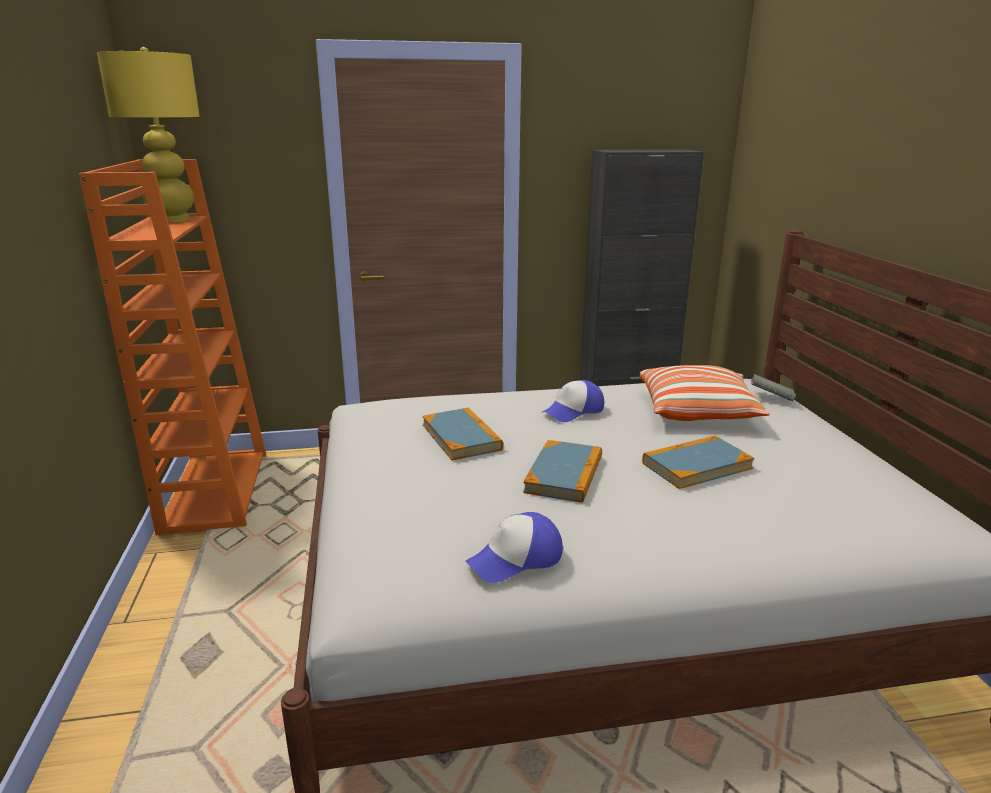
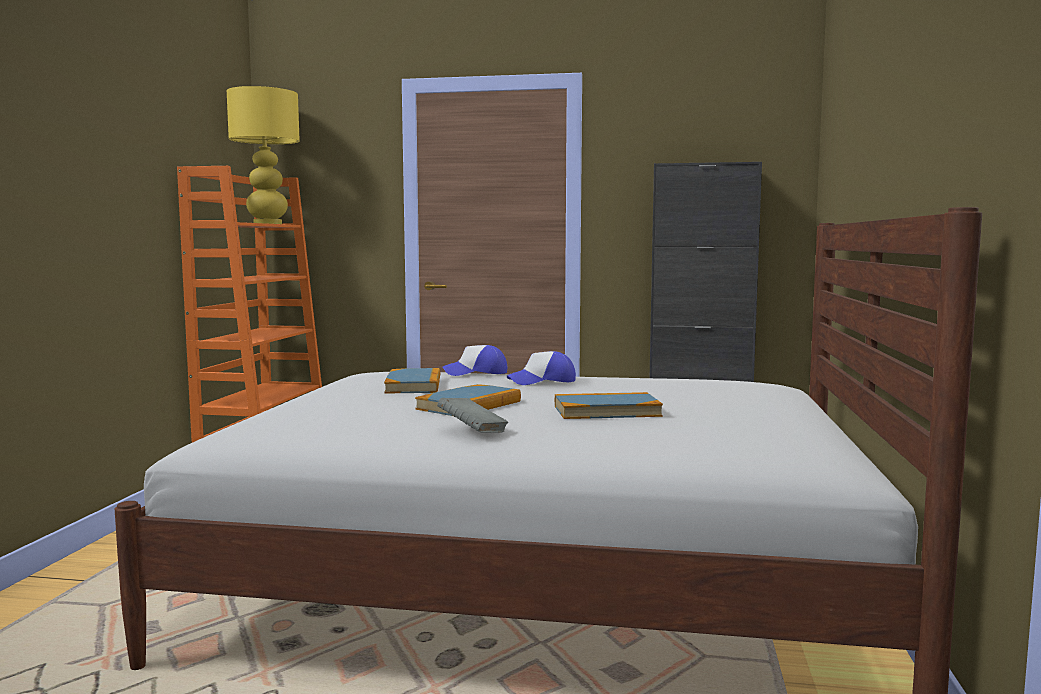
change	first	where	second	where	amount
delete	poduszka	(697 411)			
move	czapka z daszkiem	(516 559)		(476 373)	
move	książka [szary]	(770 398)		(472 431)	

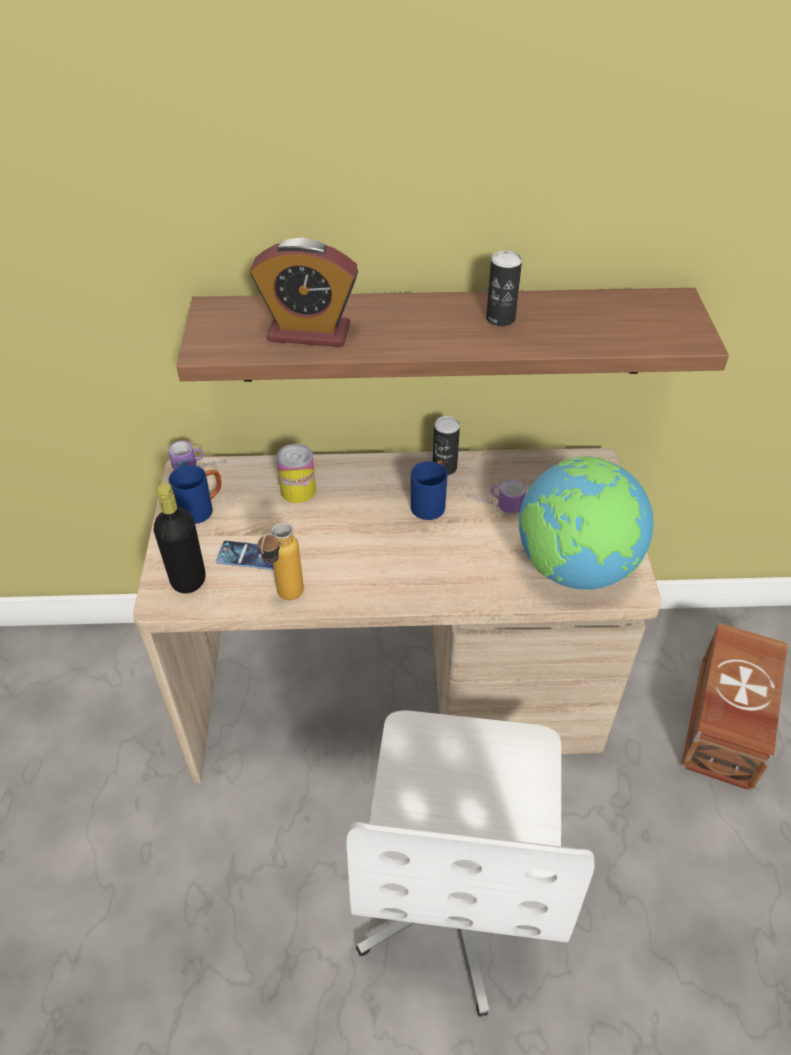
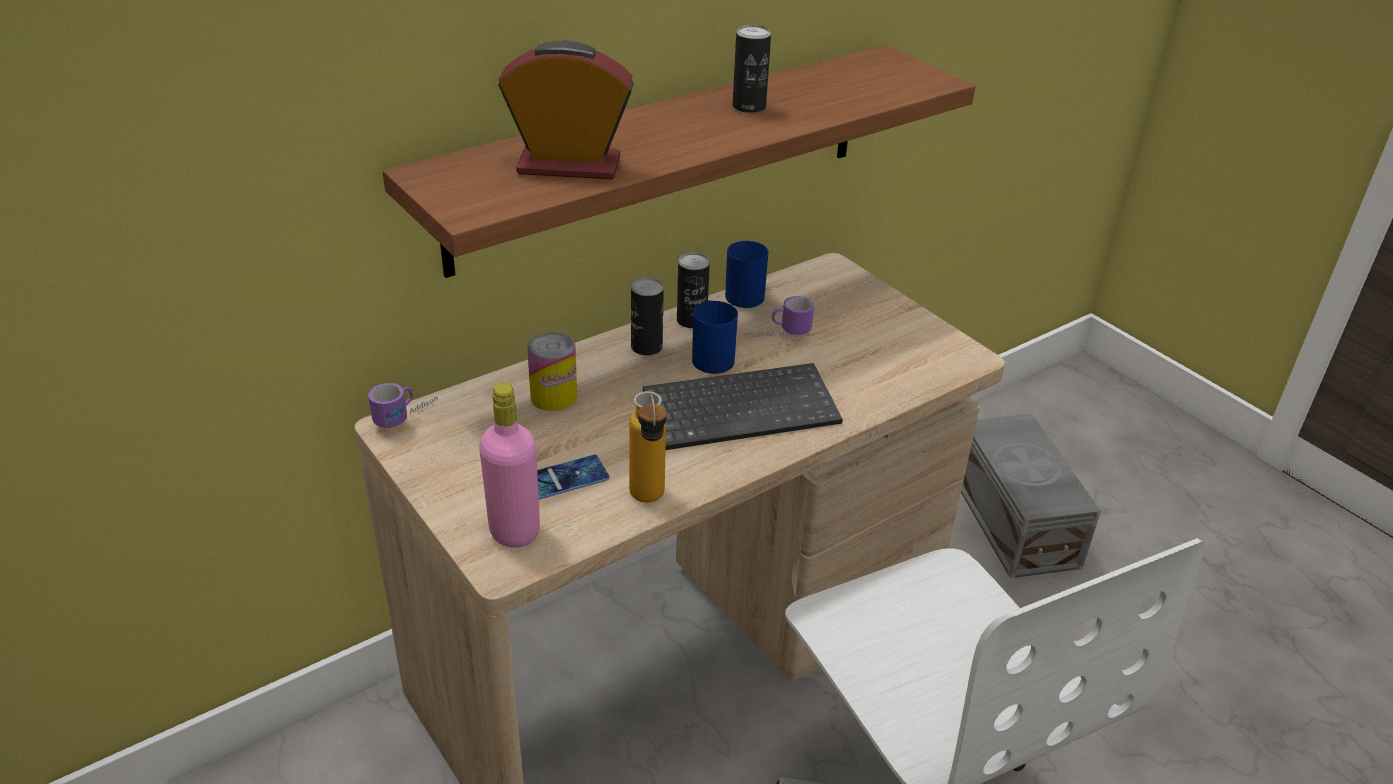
change	first	where	second	where	amount
delete	globus	(574 568)			
insert			puszka	(646 347)	
insert			klawiatura	(742 408)	
move	kubek [niebieski]	(202 509)		(747 294)	
recolor	butelka [czarny]	(188 580)	butelka [różowy]	(514 531)	
recolor	pojemnik do przechowywania [brązowy]	(723 723)	pojemnik do przechowywania [szary]	(1012 522)	
rotate	budzik	(309 332)		(569 166)	150 degrees counterclockwise

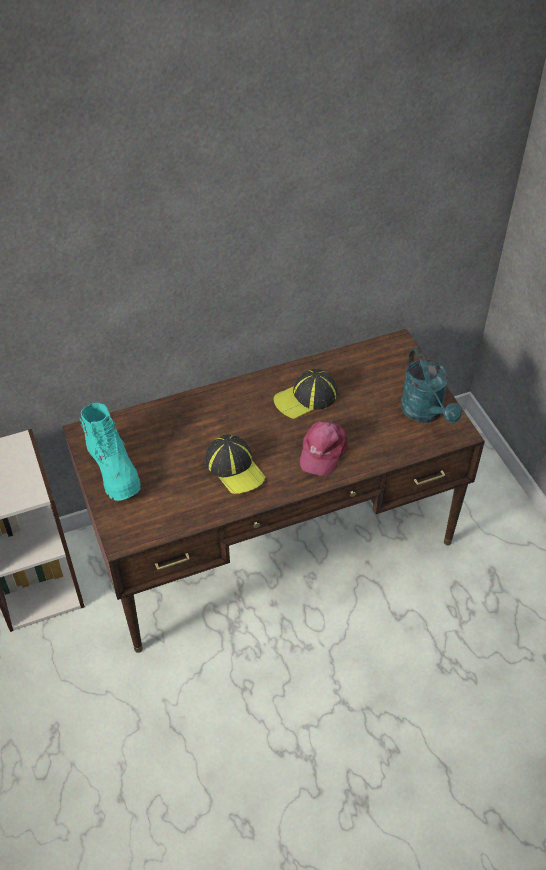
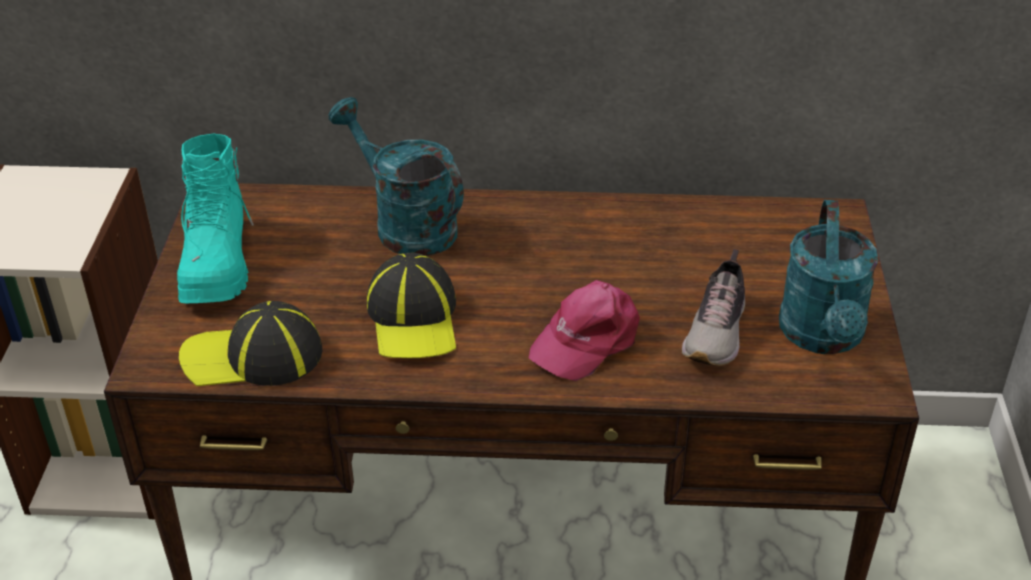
change	first	where	second	where	amount
insert			konewka [turkusowy]	(405 224)	
insert			but	(717 332)	
move	czapka z daszkiem	(306 398)		(253 357)	

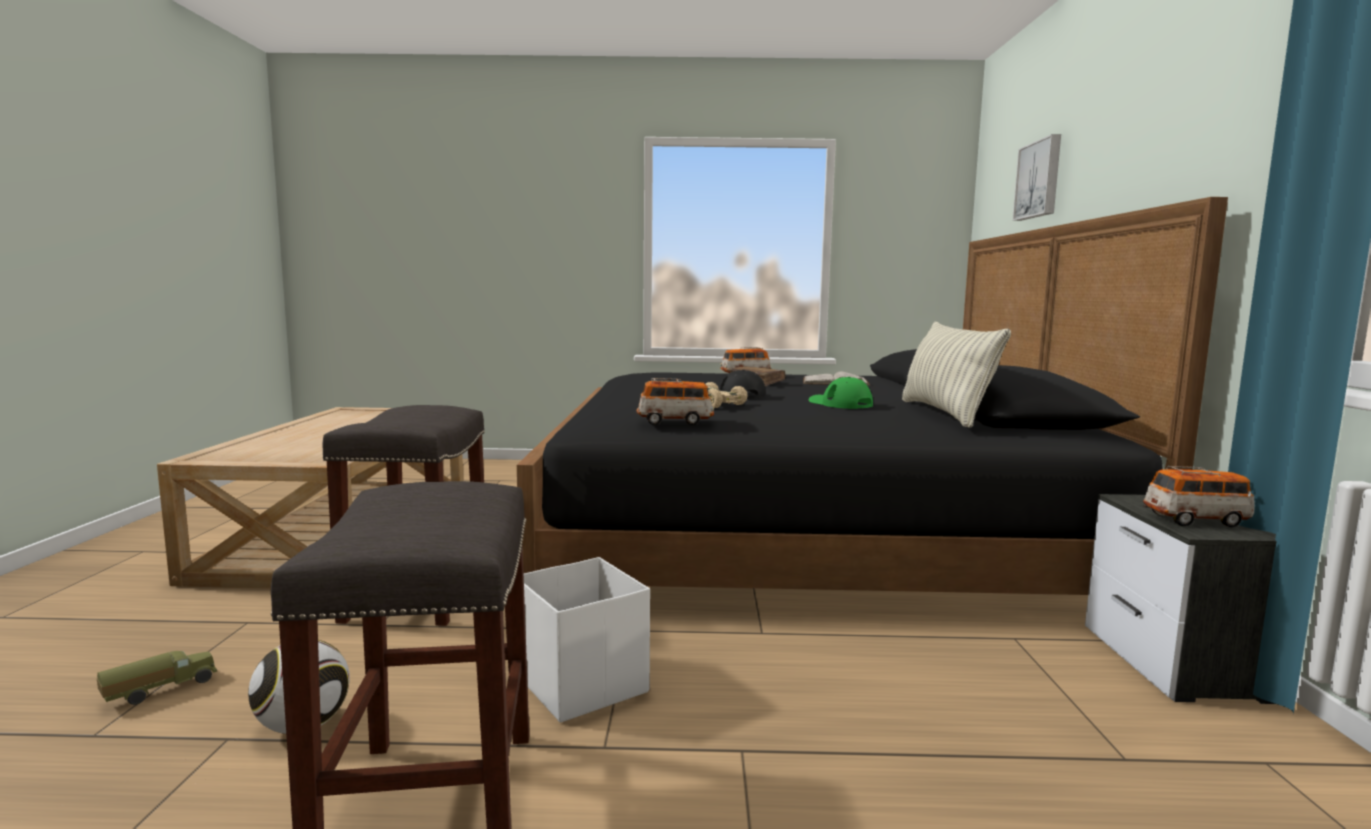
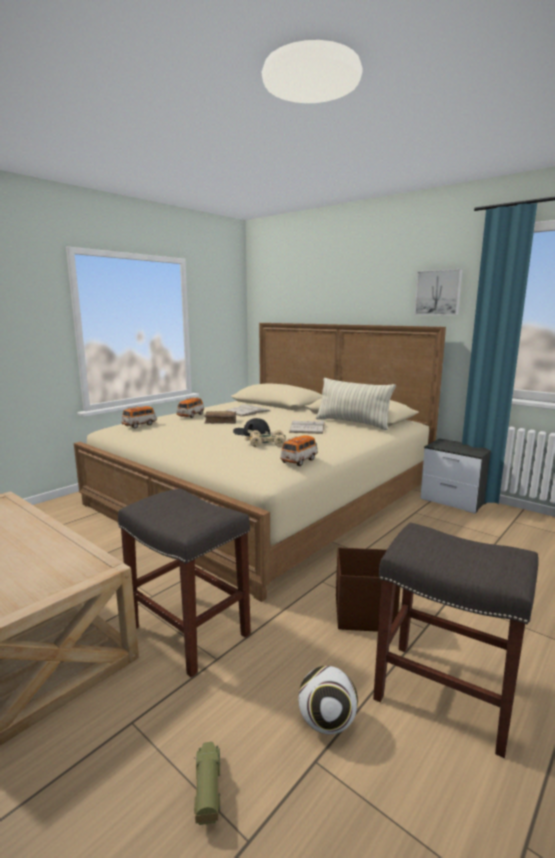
change	first	where	second	where	amount
move	obraz	(1040 179)		(438 293)	
move	samochodzik	(1197 520)		(139 425)	
replace	czapka z daszkiem [zielony]	(840 404)	książka [biały]	(307 427)	
recolor	łóżko [czarny]	(803 526)	łóżko [beżowy]	(264 495)	
recolor	pojemnik do przechowywania [biały]	(581 683)	pojemnik do przechowywania [brązowy]	(363 613)	

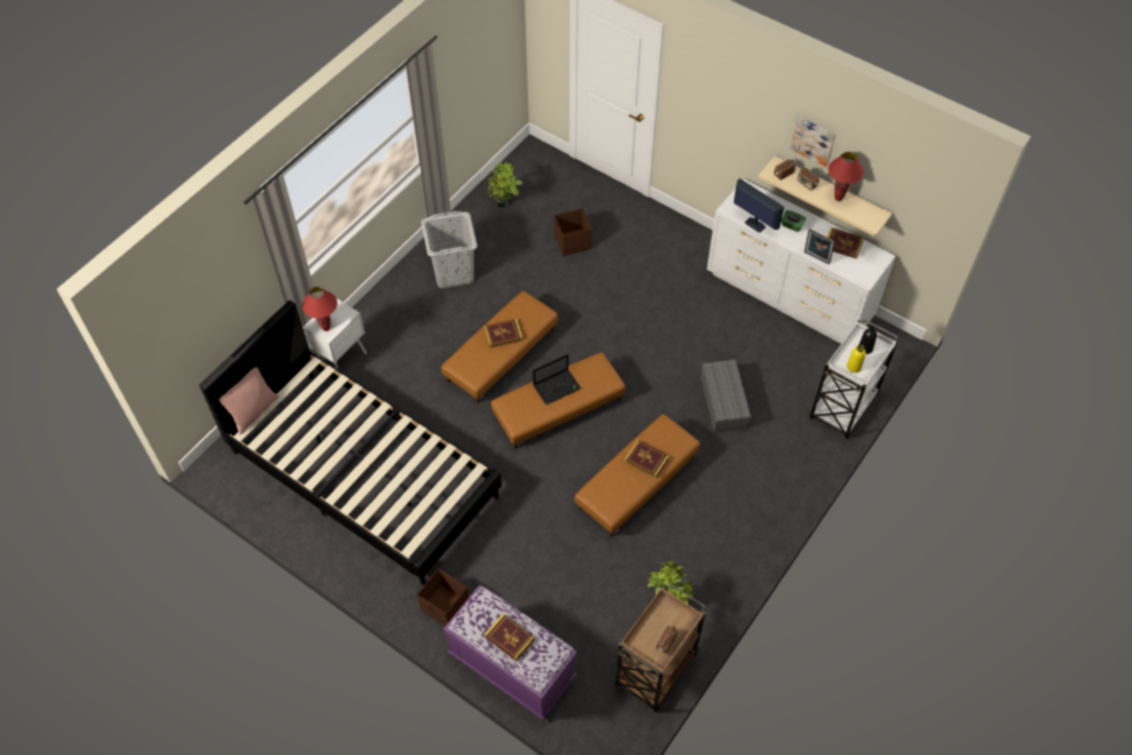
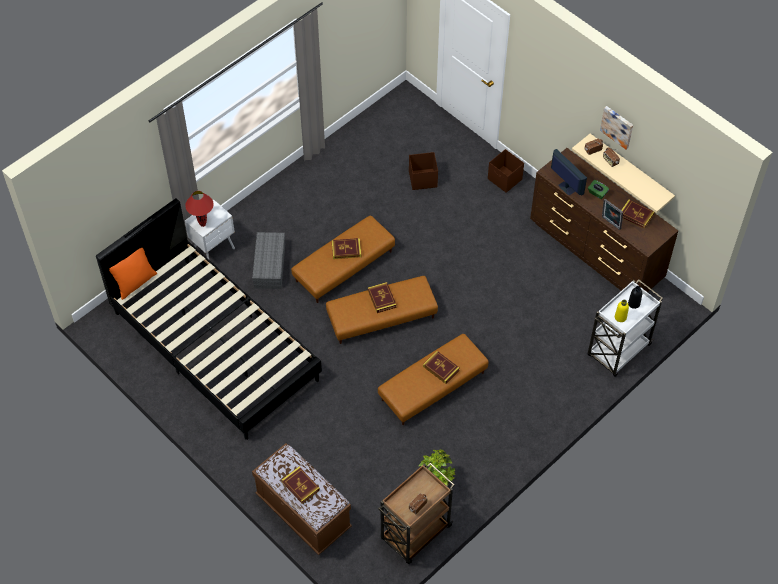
change	first	where	second	where	amount
delete	kosz na pranie [szary]	(453 272)			
delete	roślina doniczkowa	(504 205)			
delete	lampa stołowa [czerwony]	(838 199)			
move	pojemnik do przechowywania [brązowy]	(445 607)		(505 179)	
move	pojemnik do przechowywania [szary]	(722 401)		(269 265)	
replace	laptop	(557 387)	książka	(382 298)	
recolor	poduszka [różowy]	(253 412)	poduszka [pomarańczowy]	(135 283)	
recolor	ławka [fioletowy]	(512 666)	ławka [brązowy]	(303 512)	
recolor	komoda [biały]	(789 296)	komoda [brązowy]	(596 251)	

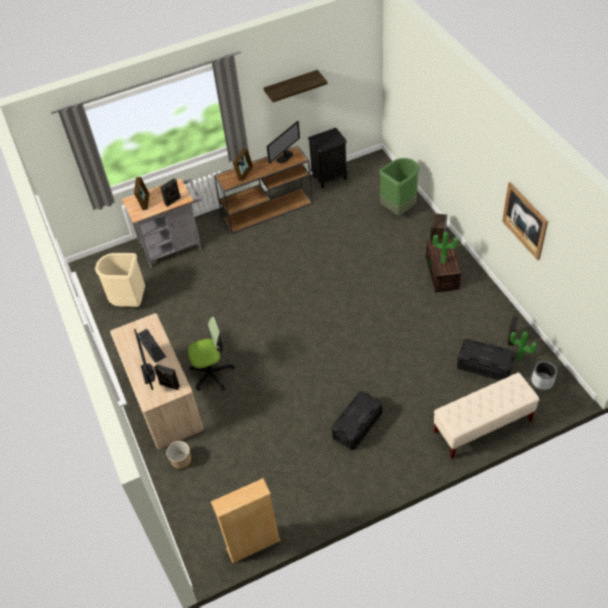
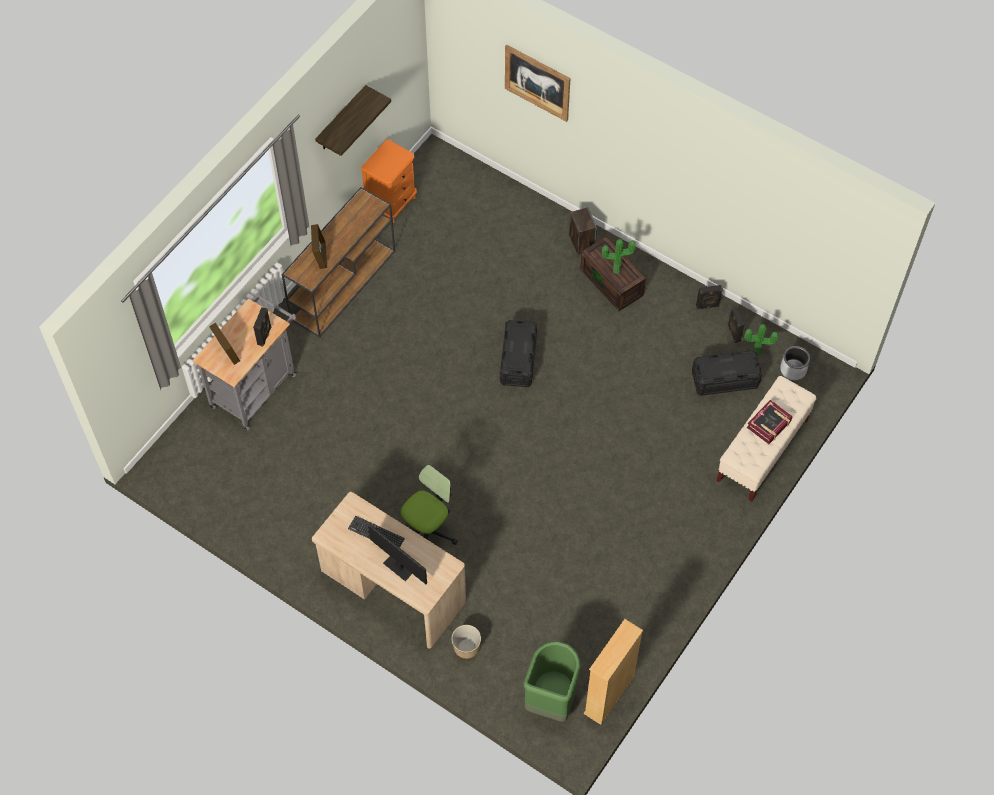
change	first	where	second	where	amount
delete	kosz na śmieci [beżowy]	(129 301)			
delete	monitor	(285 157)			
insert			książka	(769 424)	
move	głośnik [czarny]	(169 385)		(707 306)	
move	pojemnik do przechowywania [czarny]	(357 426)		(518 360)	
move	kosz na śmieci [zielony]	(399 208)		(550 699)	
move	obraz	(525 220)		(537 82)	
recolor	szafka nocna [czarny]	(330 177)	szafka nocna [pomarańczowy]	(392 203)	

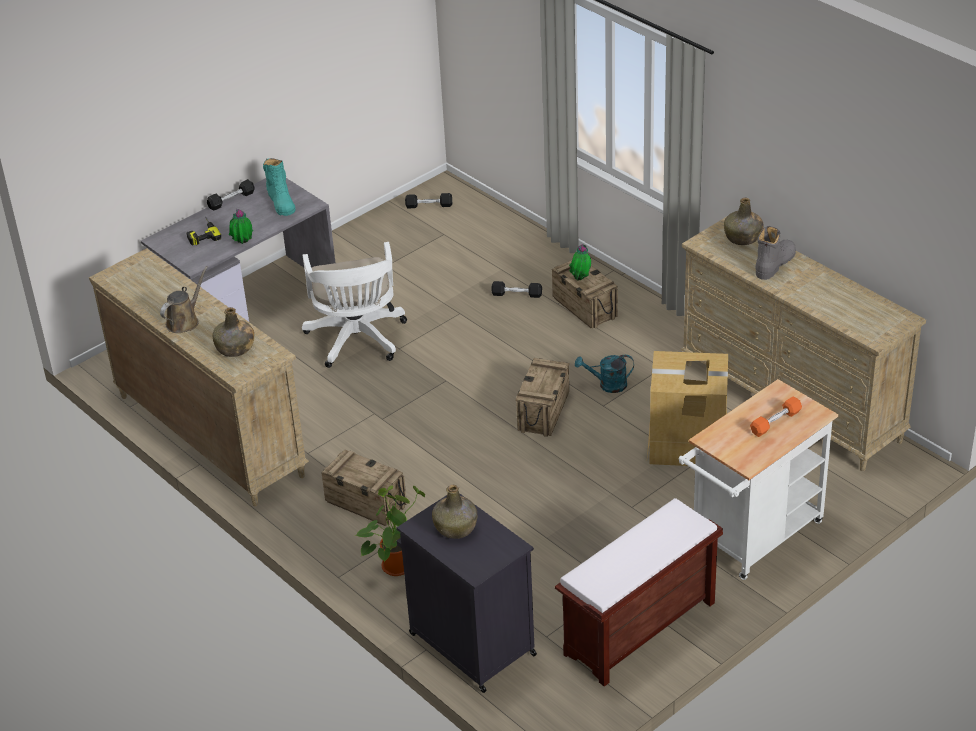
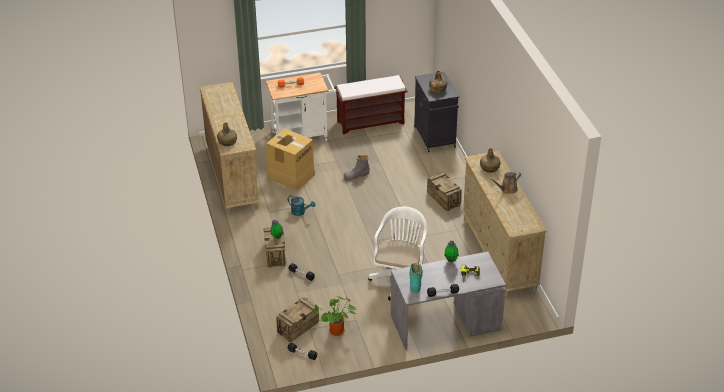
change	first	where	second	where	amount
move	roślina doniczkowa	(396 564)		(336 332)	
move	skrzynka	(544 412)		(298 327)	
move	but z cholewką [szary]	(774 264)		(356 175)	

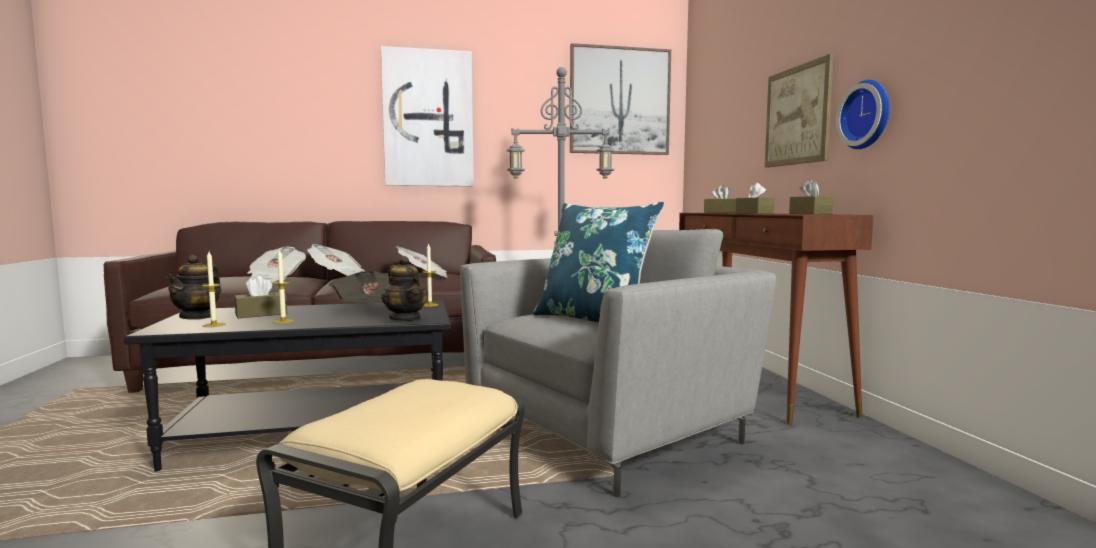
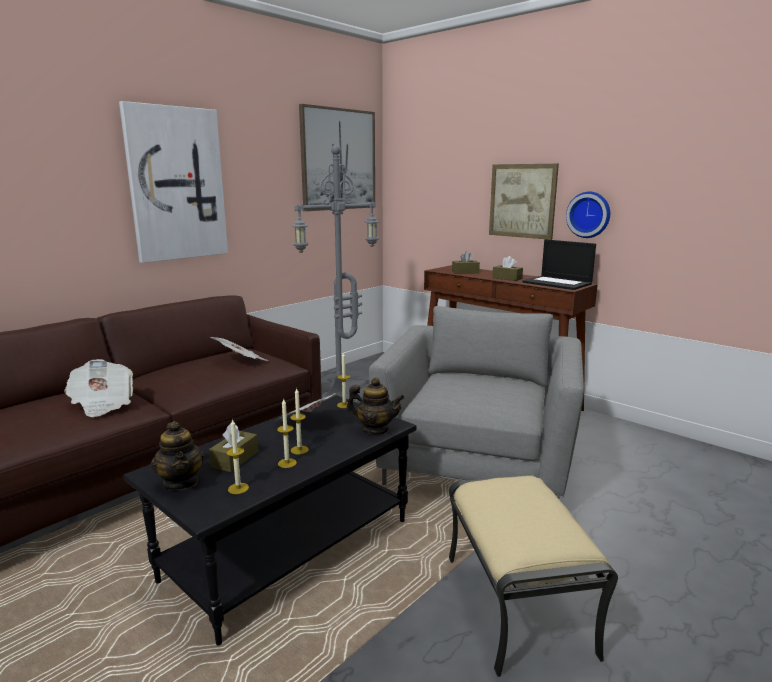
change	first	where	second	where	amount
delete	gazeta	(337 275)			
delete	poduszka [niebieski]	(593 320)			
insert			świeca	(299 450)	
replace	pudełko chusteczek [brązowy]	(810 214)	laptop	(558 283)	

